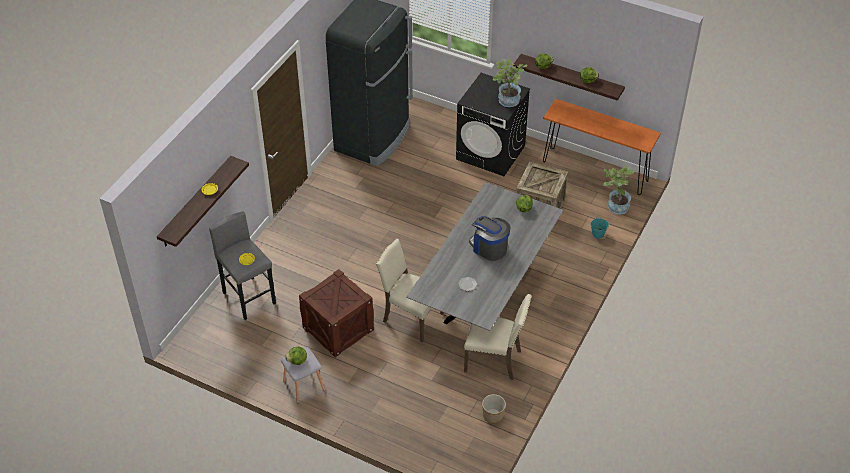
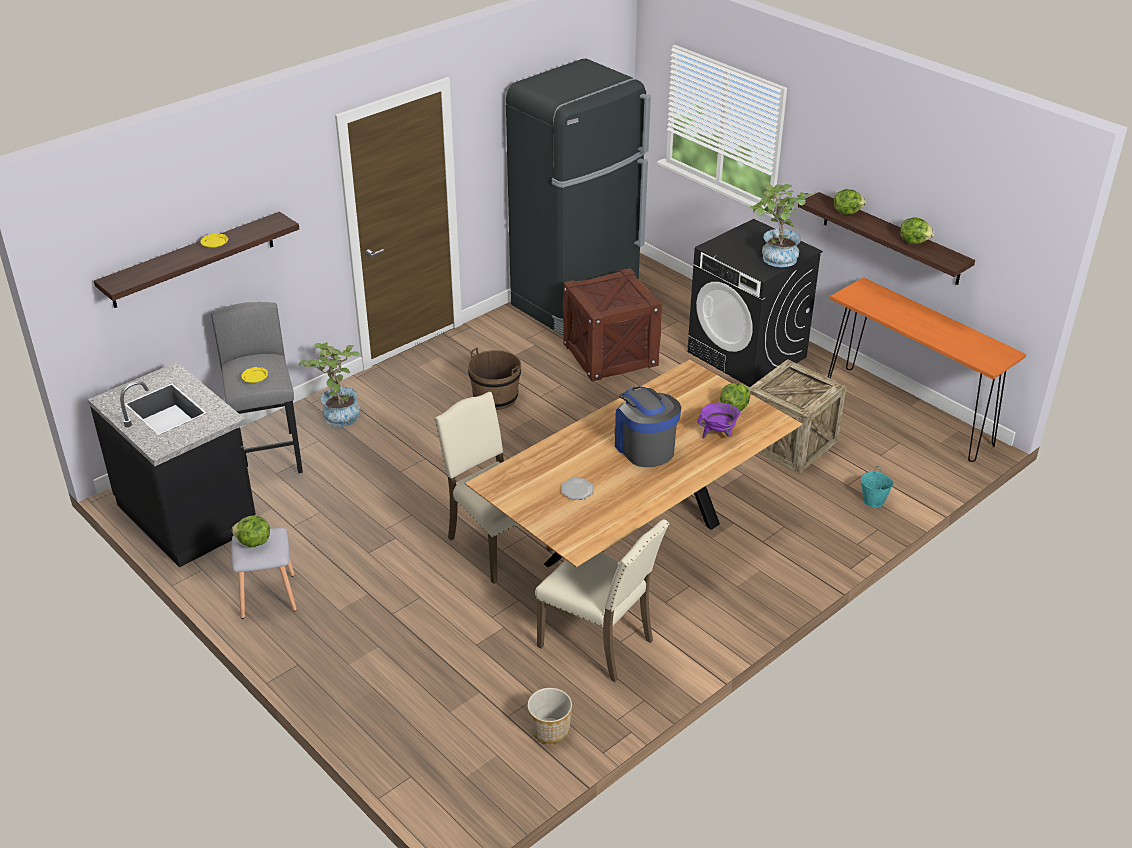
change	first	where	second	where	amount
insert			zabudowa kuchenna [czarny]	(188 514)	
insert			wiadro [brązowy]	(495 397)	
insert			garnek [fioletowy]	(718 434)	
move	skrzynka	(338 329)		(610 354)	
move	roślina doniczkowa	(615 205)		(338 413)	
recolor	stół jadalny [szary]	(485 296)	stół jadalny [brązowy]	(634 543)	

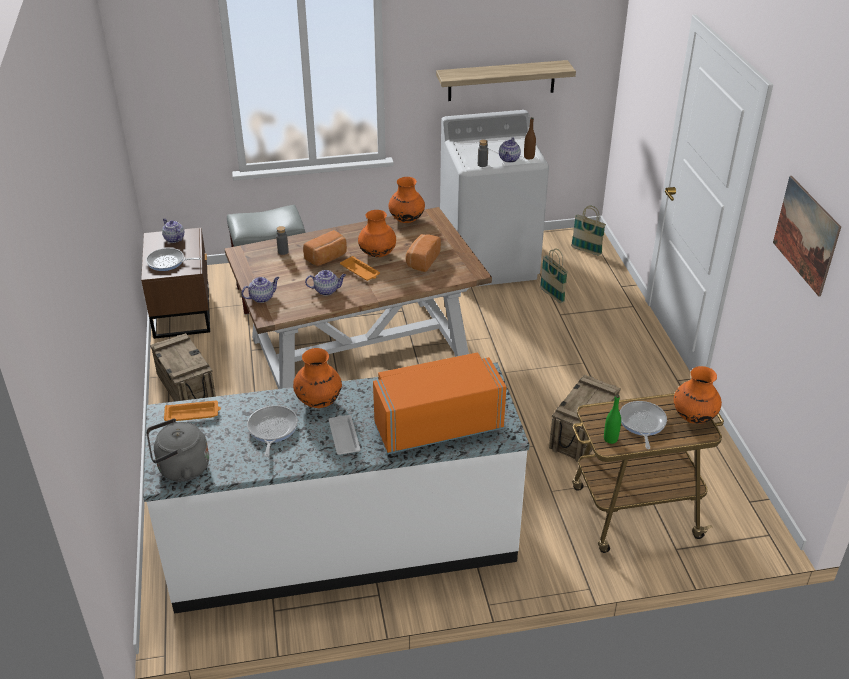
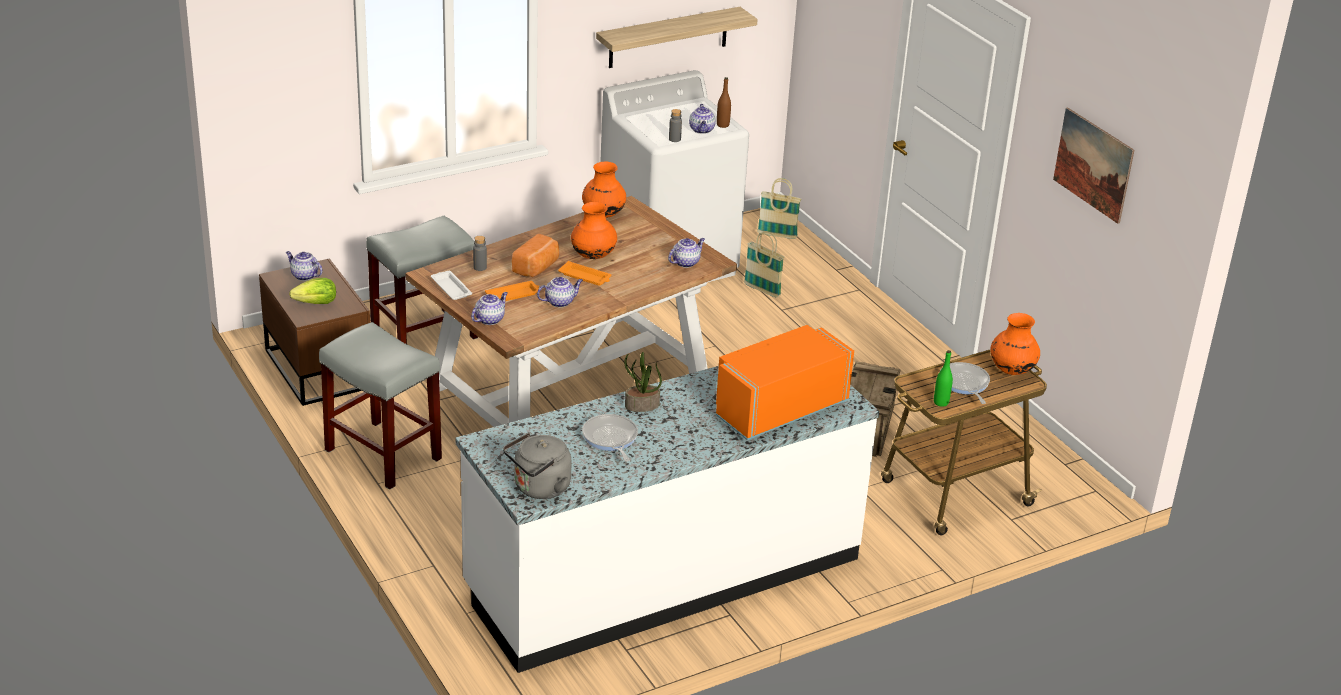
change	first	where	second	where	amount
delete	chleb	(422 261)			
insert			imbryk	(686 262)	
move	taca [pomarańczowy]	(193 414)		(513 295)	
move	taca [biały]	(344 437)		(450 288)	
replace	patelnia	(168 262)	sałata	(316 303)	
replace	skrzynka	(186 389)	stołek [szary]	(382 454)	
replace	wazon [pomarańczowy]	(318 401)	roślina doniczkowa	(641 406)	

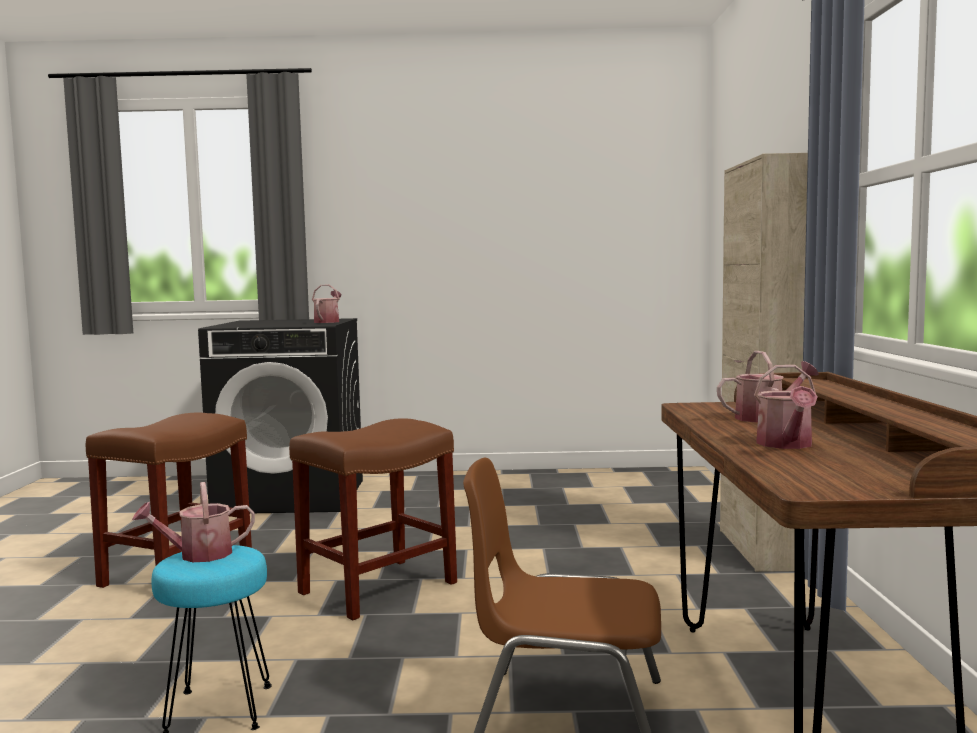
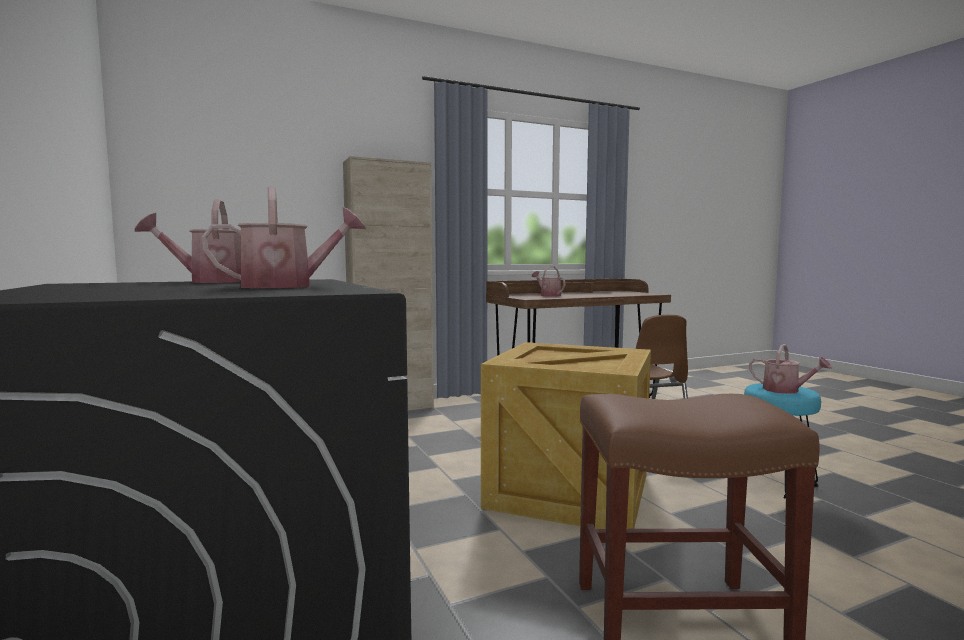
change	first	where	second	where	amount
move	konewka	(786 445)		(288 286)	
replace	stołek [brązowy]	(376 588)	skrzynka	(572 490)	

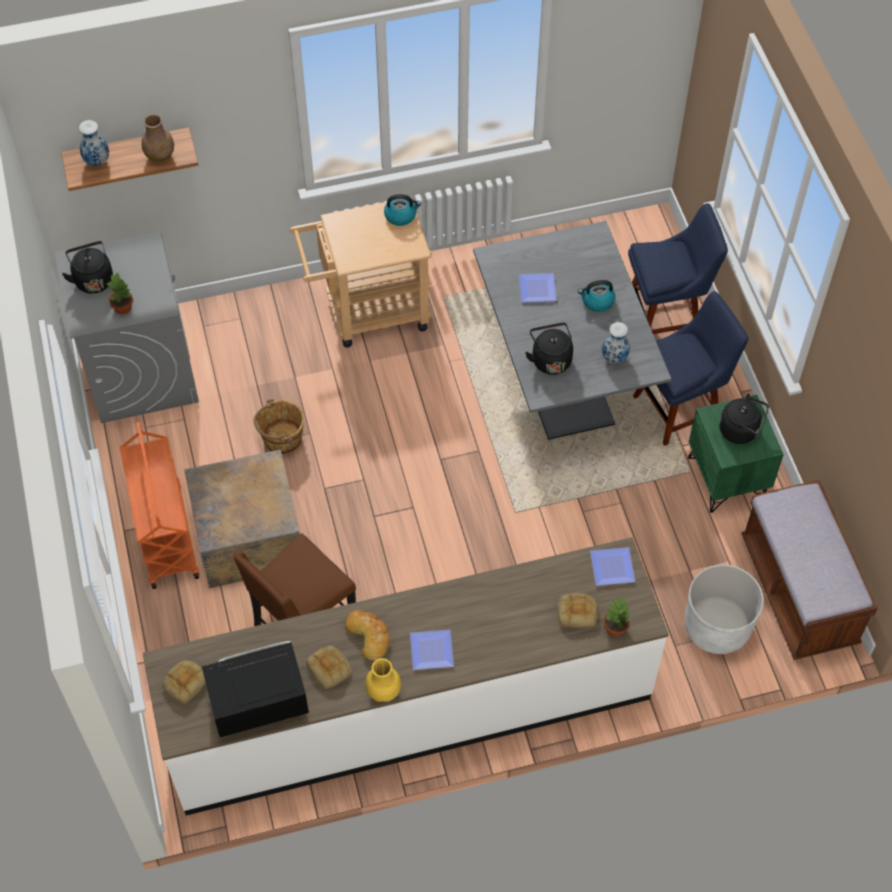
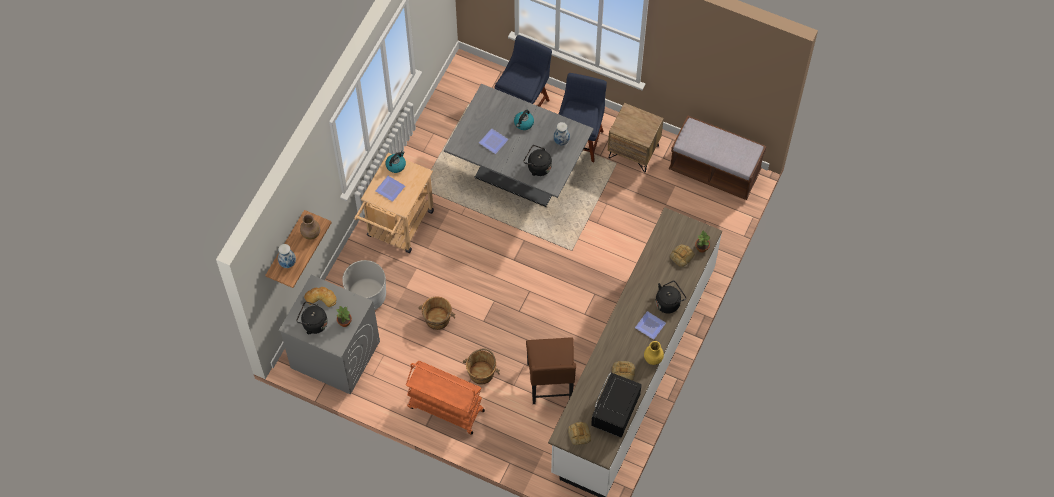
change	first	where	second	where	amount
move	chleb	(369 635)		(321 297)	
move	talerz	(614 569)		(391 189)	
move	donica [biały]	(717 627)		(366 296)	
move	czajnik [czarny]	(741 430)		(669 302)	
replace	skrzynka	(250 537)	wiadro [brązowy]	(481 372)	
recolor	szafka nocna [zielony]	(727 478)	szafka nocna [brązowy]	(634 151)	

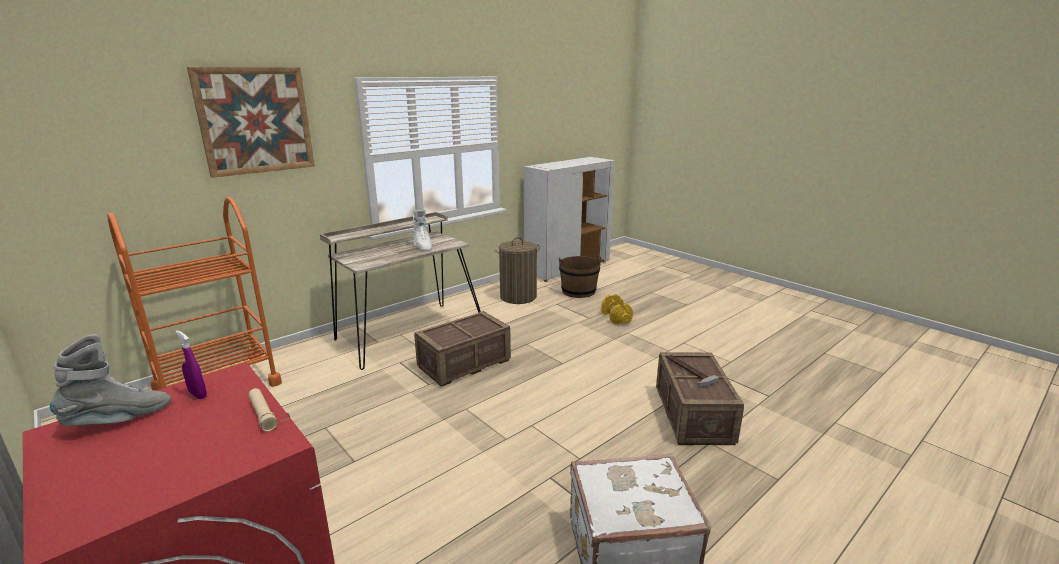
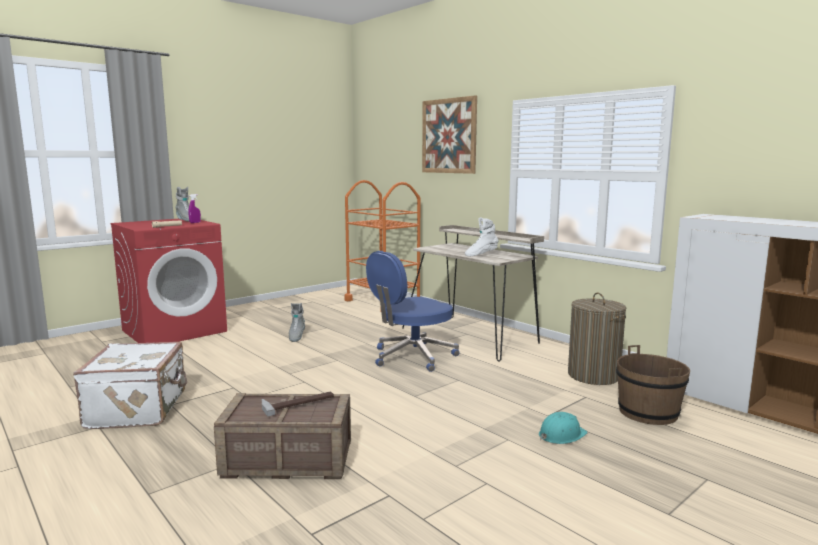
change	first	where	second	where	amount
insert			but z cholewką [szary]	(296 337)	
replace	skrzynka	(464 364)	krzesło biurowe [niebieski]	(412 357)	
replace	hantel [żółty]	(616 317)	kask [turkusowy]	(561 435)	

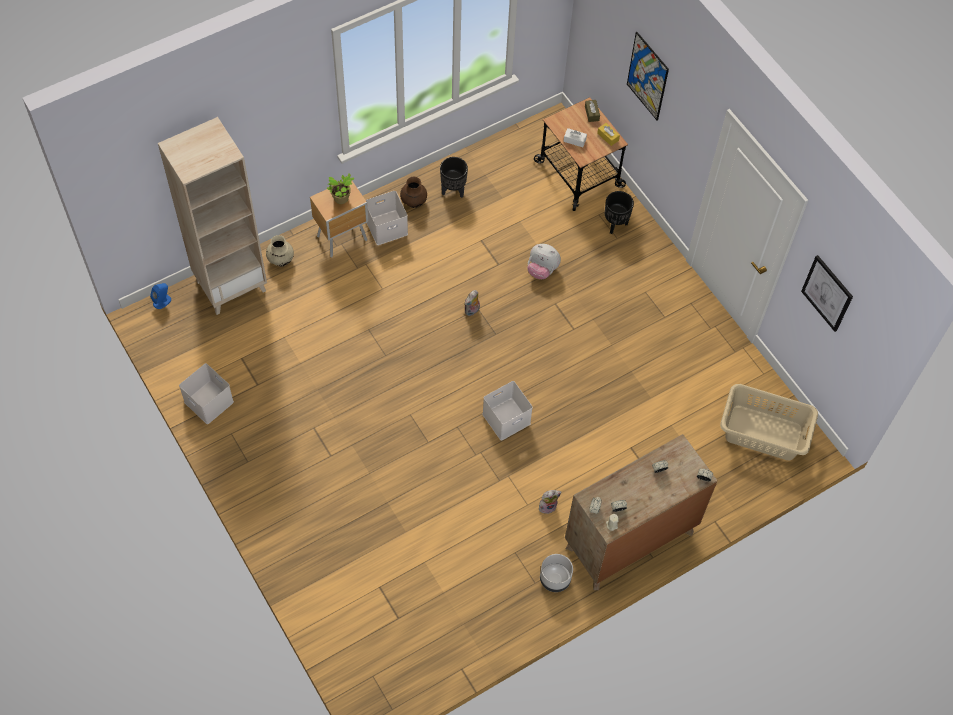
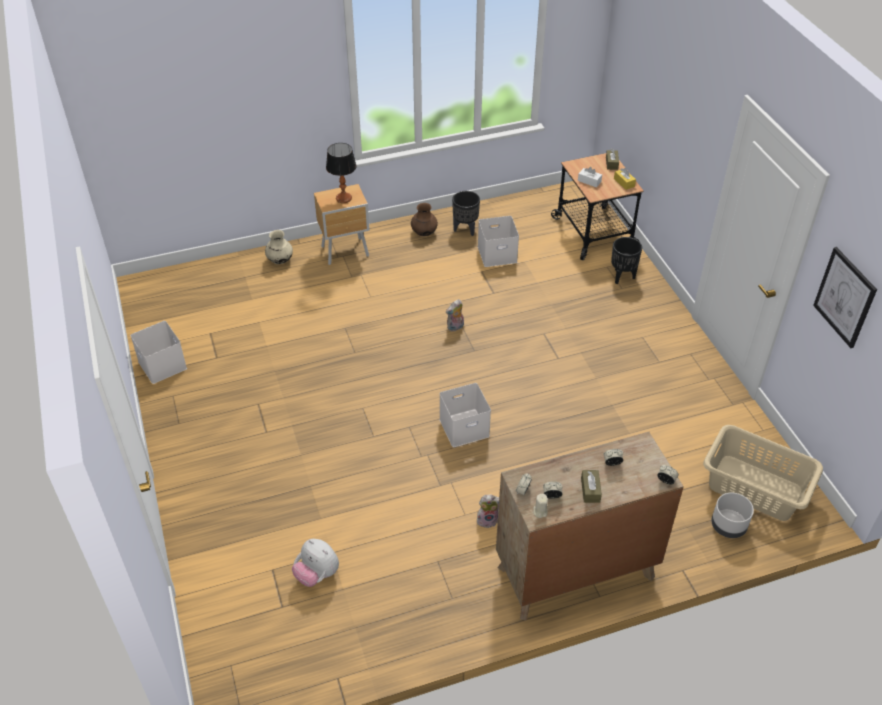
change	first	where	second	where	amount
delete	głośnik [niebieski]	(162 301)			
delete	regał [beżowy]	(231 285)			
delete	obraz	(647 76)			
insert			pudełko chusteczek [brązowy]	(590 490)	
move	pojemnik do przechowywania [biały]	(386 228)		(496 255)	
move	pluszak	(542 270)		(317 574)	
move	donica [szary]	(554 579)		(728 526)	
replace	roślina doniczkowa	(341 199)	lampa stołowa	(343 198)	

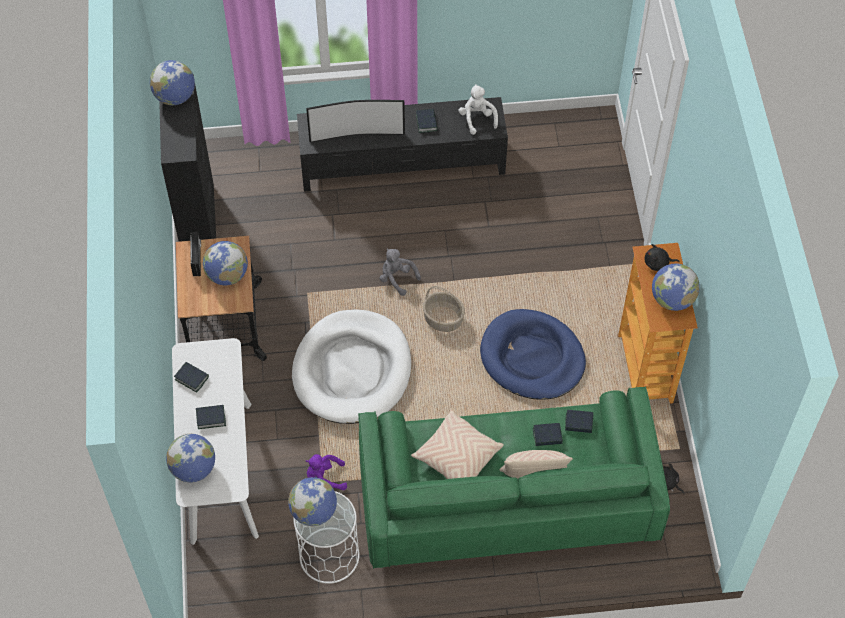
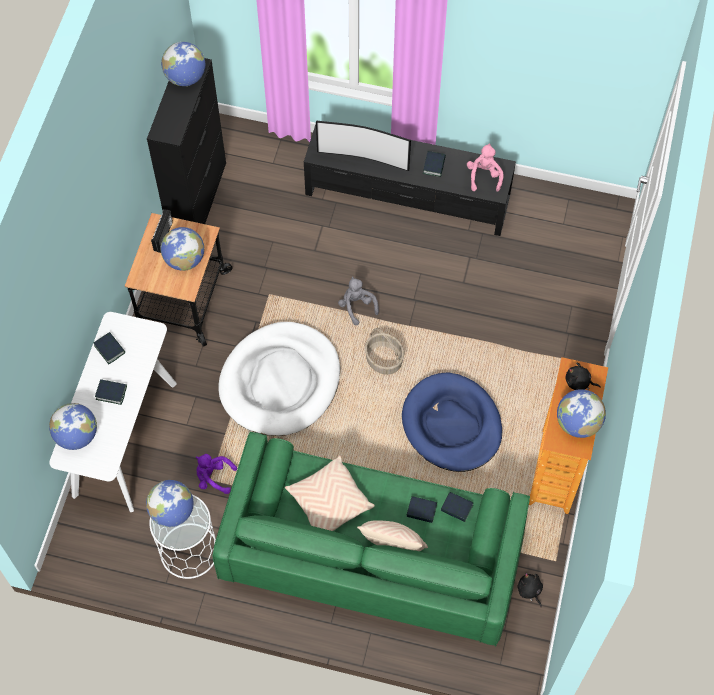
change	first	where	second	where	amount
recolor	pluszak [biały]	(477 118)	pluszak [różowy]	(484 176)	

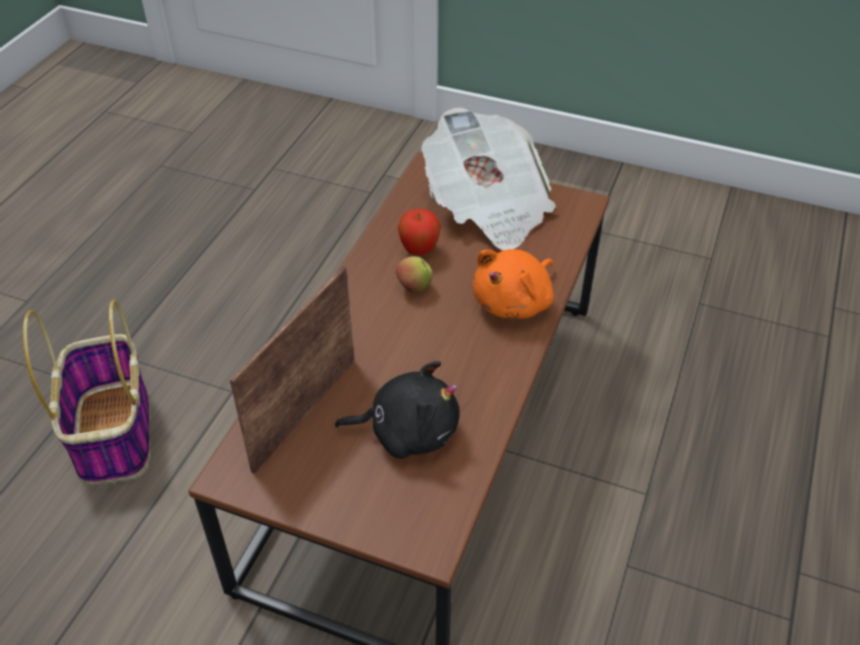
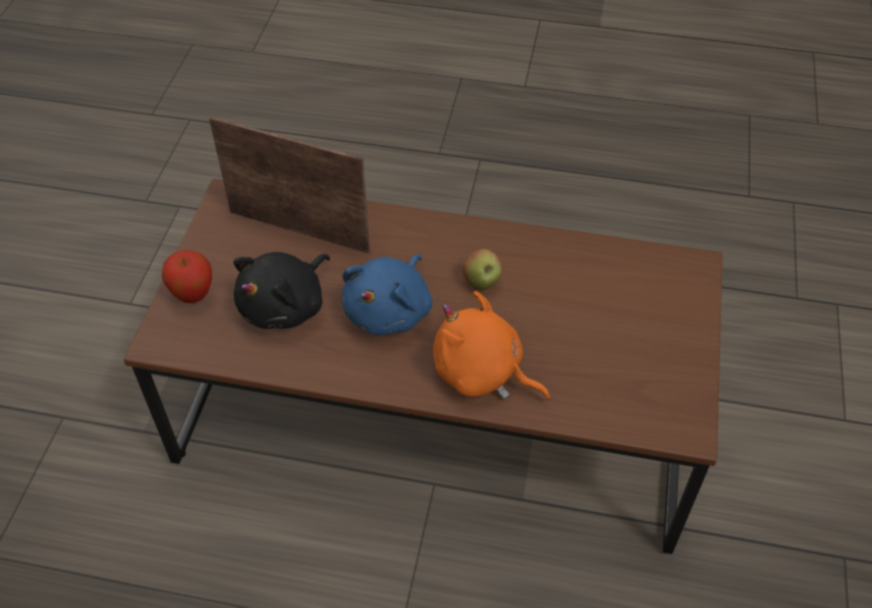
change	first	where	second	where	amount
delete	koszyk	(113 431)			
delete	gazeta	(487 207)			
insert			pluszak [niebieski]	(390 311)	
move	jabłko	(419 250)		(193 295)	
rotate	pluszak [czarny]	(408 431)		(286 306)	45 degrees clockwise

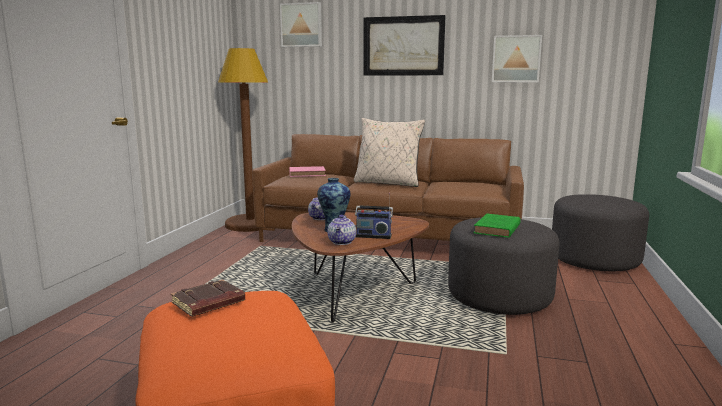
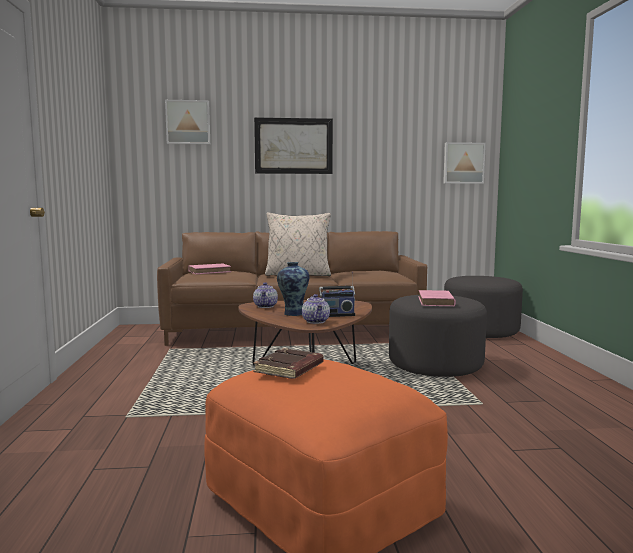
change	first	where	second	where	amount
delete	lampa stojąca [brązowy]	(250 224)			
move	obraz	(516 59)		(463 163)	
recolor	książka [zielony]	(497 229)	książka [różowy]	(436 302)	

